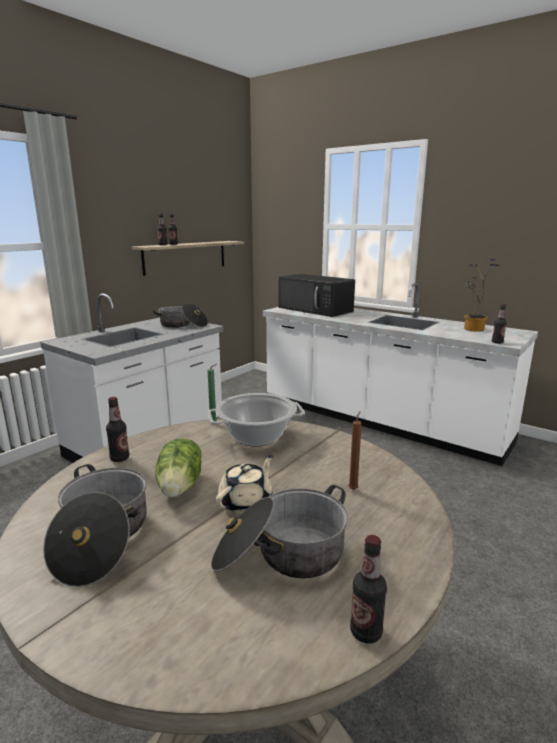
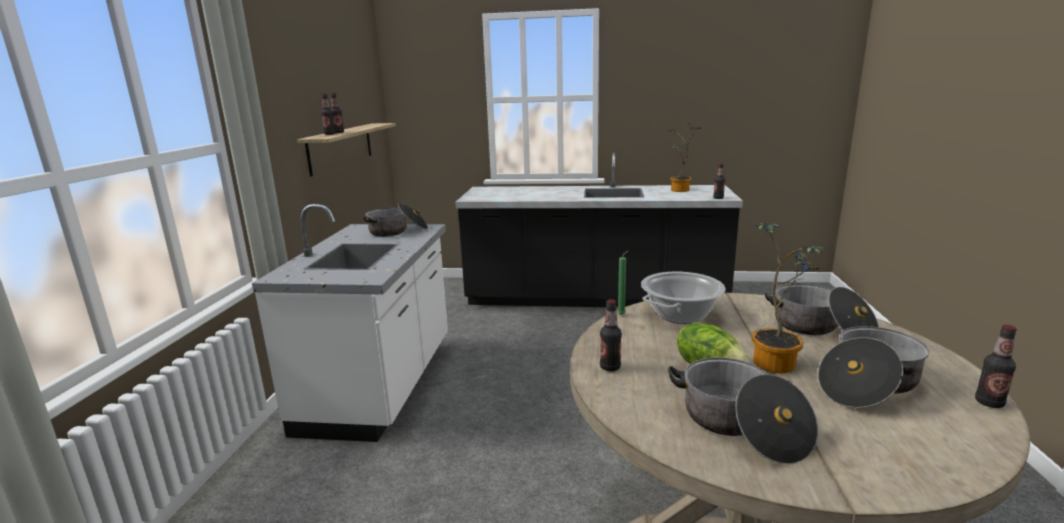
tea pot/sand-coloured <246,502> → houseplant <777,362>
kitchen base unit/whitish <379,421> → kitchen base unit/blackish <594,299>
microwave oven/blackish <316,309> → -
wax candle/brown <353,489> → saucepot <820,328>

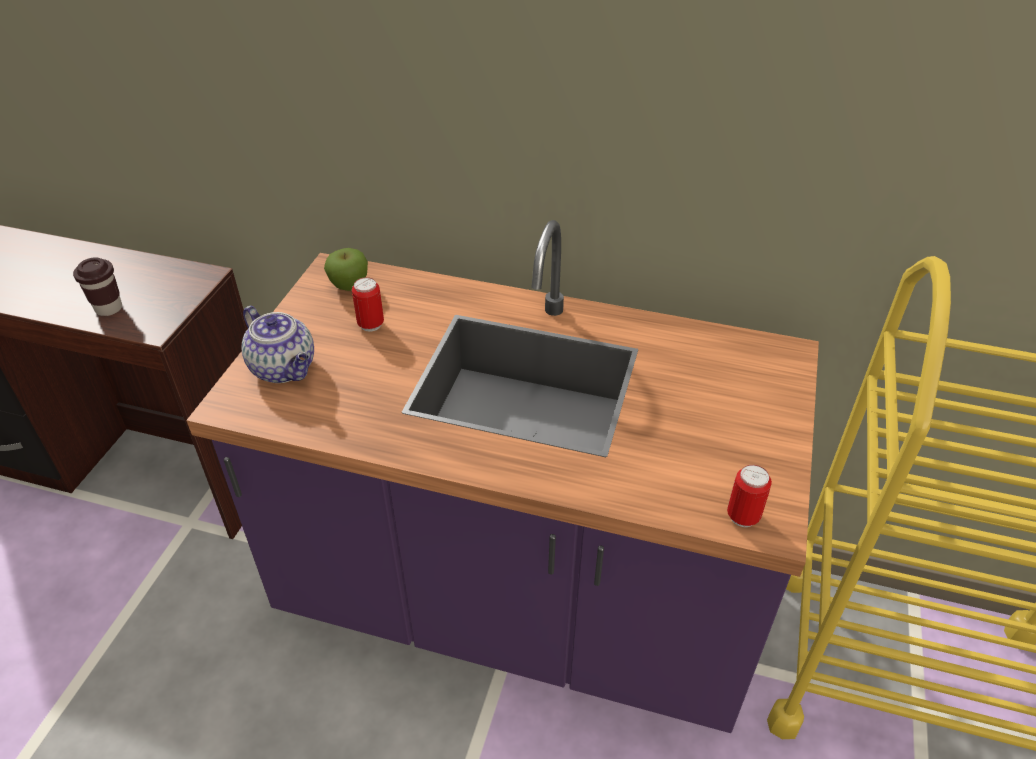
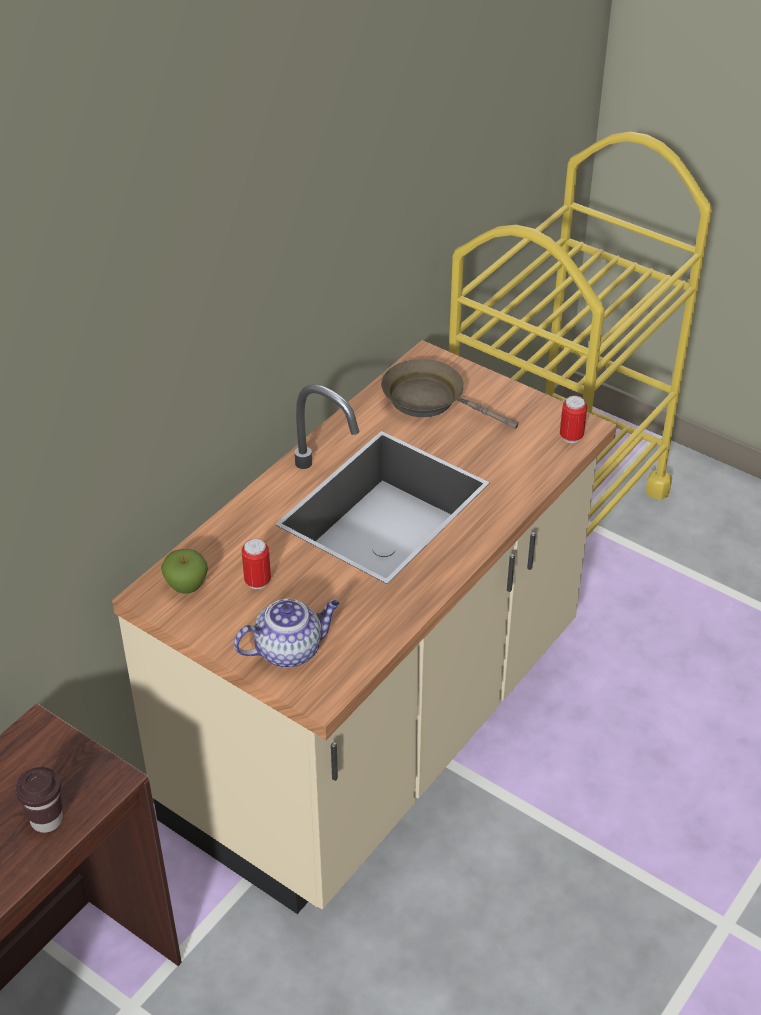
kitchen base unit/purple-coloured <518,601> → kitchen base unit/sand-coloured <380,728>
- → pan/brown <430,400>

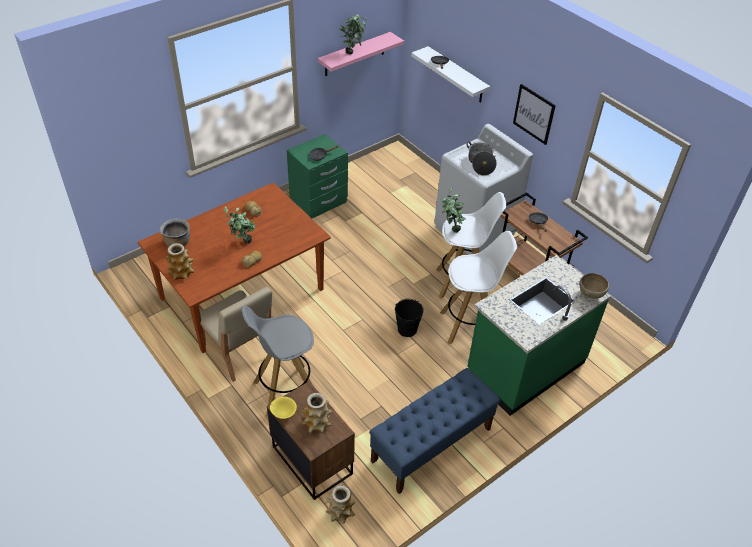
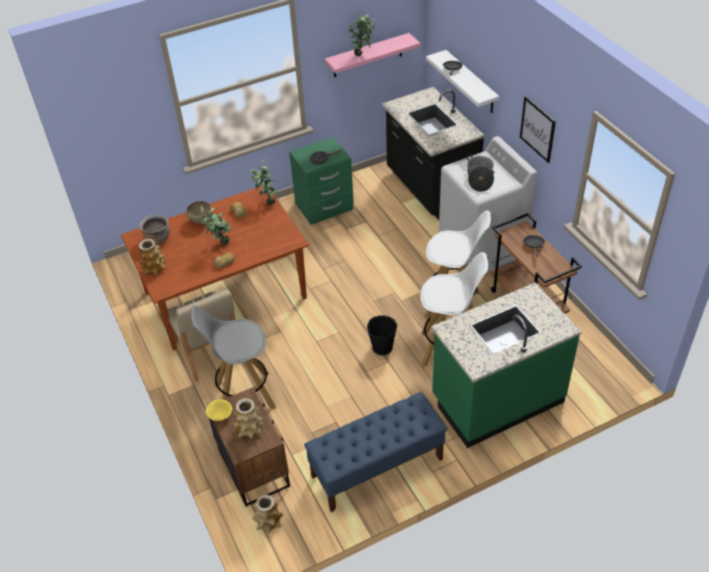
houseplant <450,229> → houseplant <266,201>, move
deep dish/brown <591,294> → deep dish/brown <201,220>, move
- → kitchen base unit/blackish <430,189>

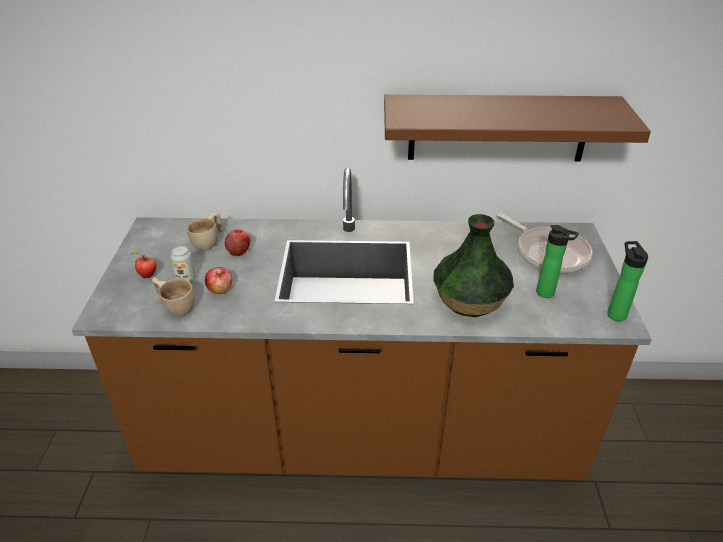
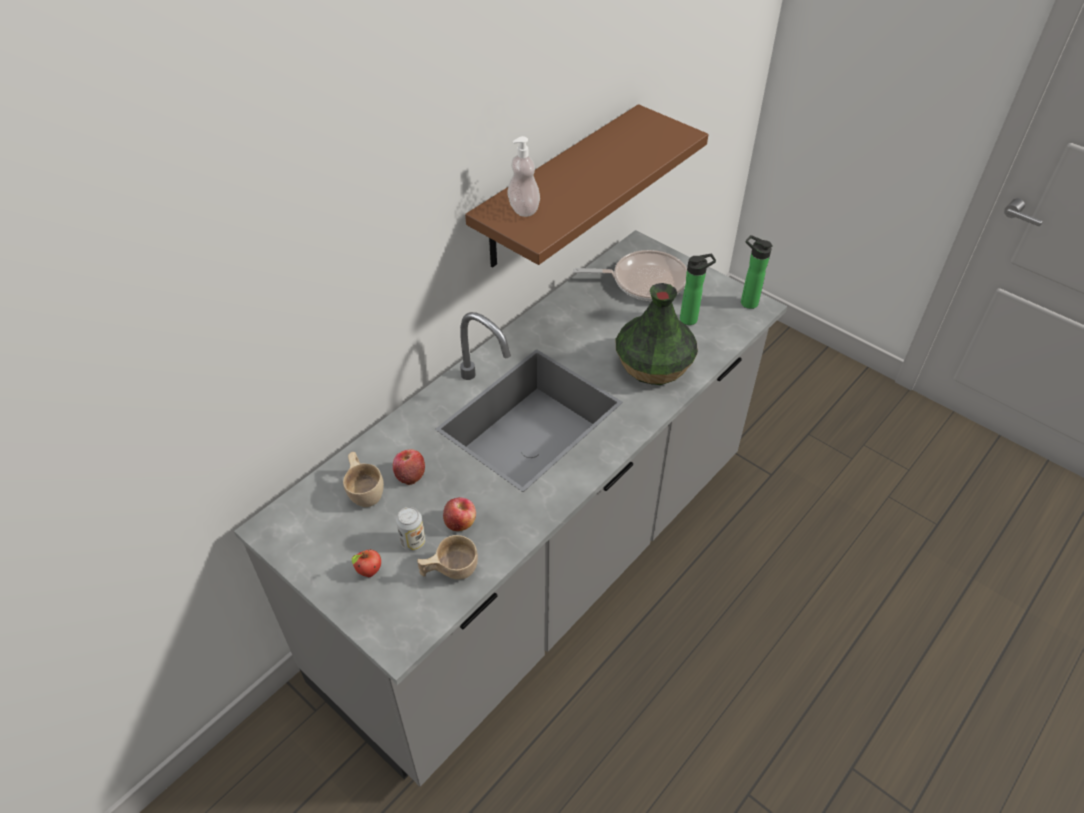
kitchen base unit/brown <361,434> → kitchen base unit/greyish <542,568>
- → soap dispenser <524,209>

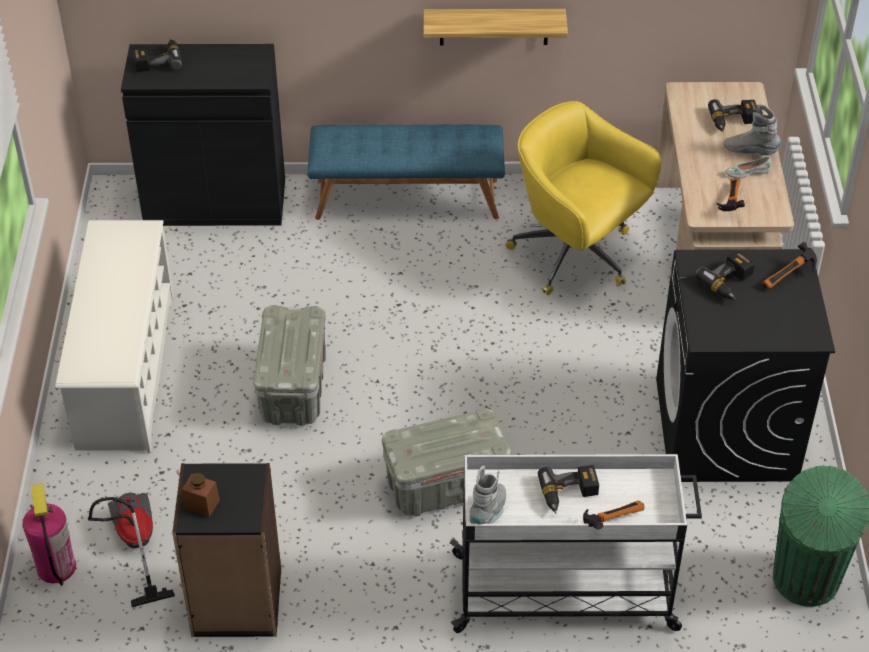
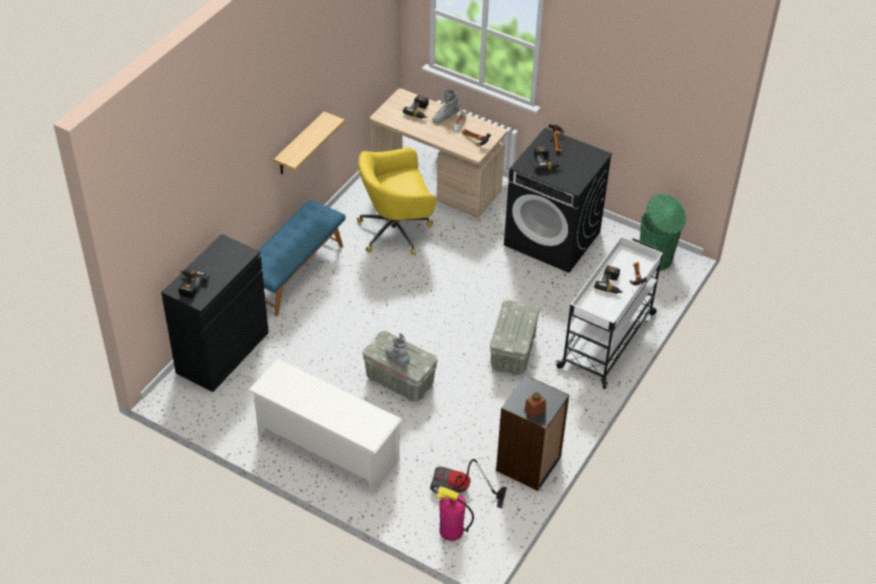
tall boot/greyish <489,512> → tall boot/greyish <397,359>, move

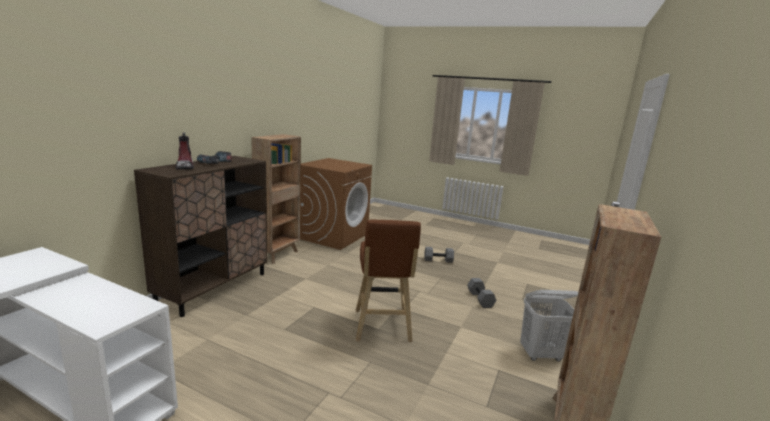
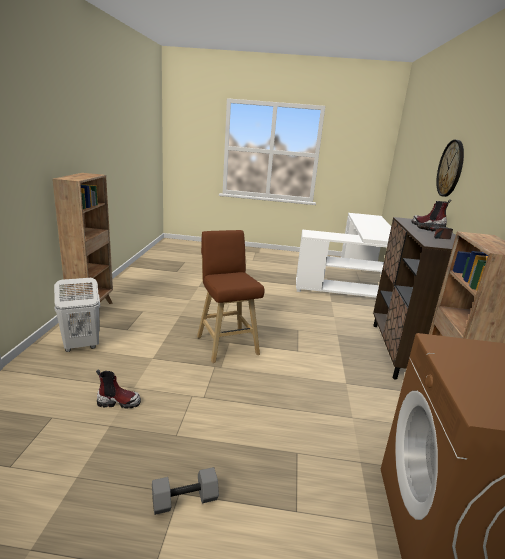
hand weight/greyish <480,299> → tall boot <119,402>
- → wall clock <450,168>

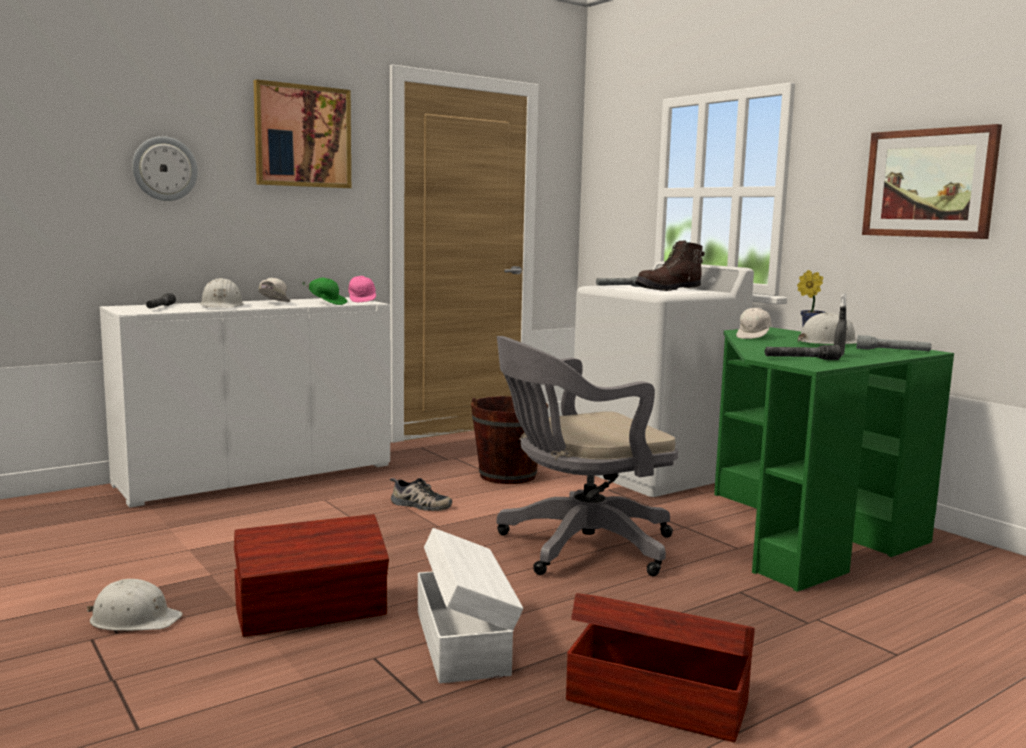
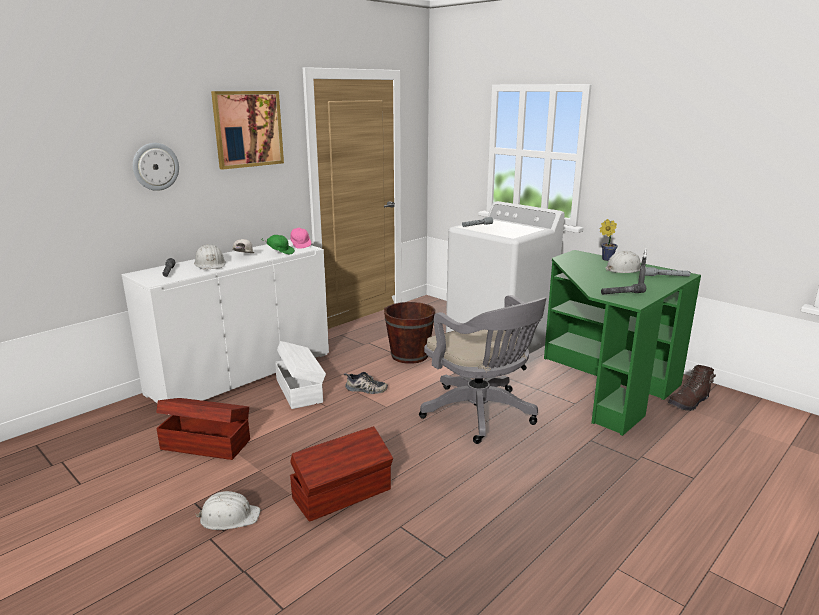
storage container/whitish <463,641> → storage container/whitish <300,390>, move
computer chair/greyish <578,547> → computer chair/greyish <481,415>, 90 degrees counterclockwise
storage container/brown <656,699> → storage container/brown <205,443>, move
tall boot/brown <669,289> → tall boot/brown <689,403>, move
baseball cap/whitish <754,337> → -
wall picture <929,183> → -

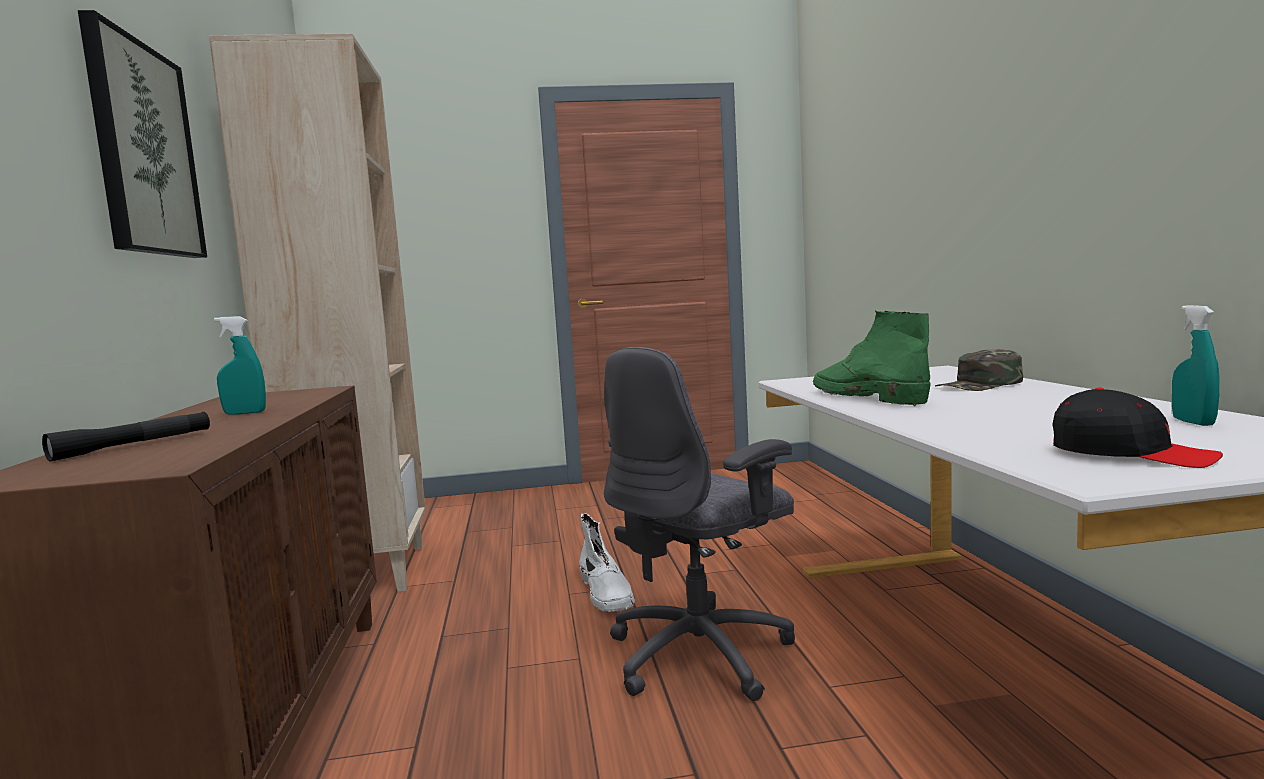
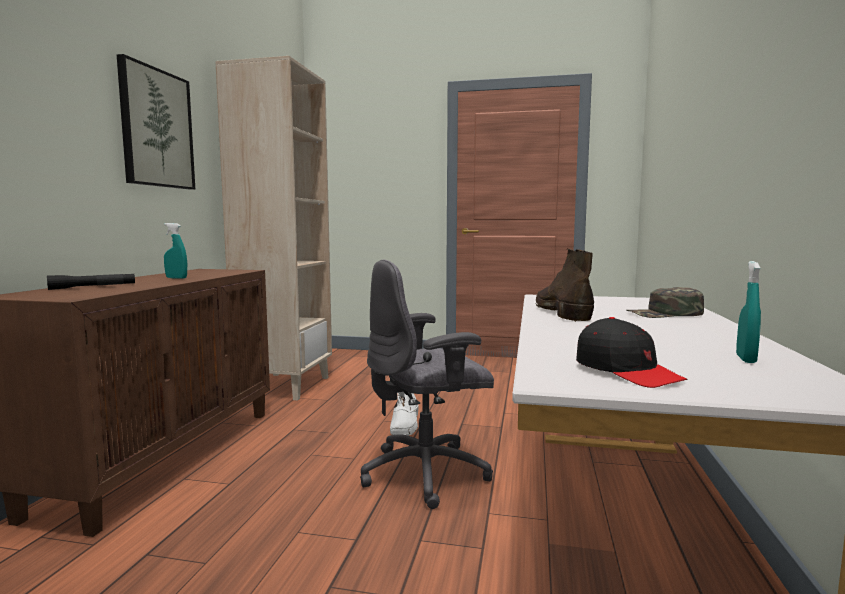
tall boot/greenish <866,397> → tall boot/brown <561,312>

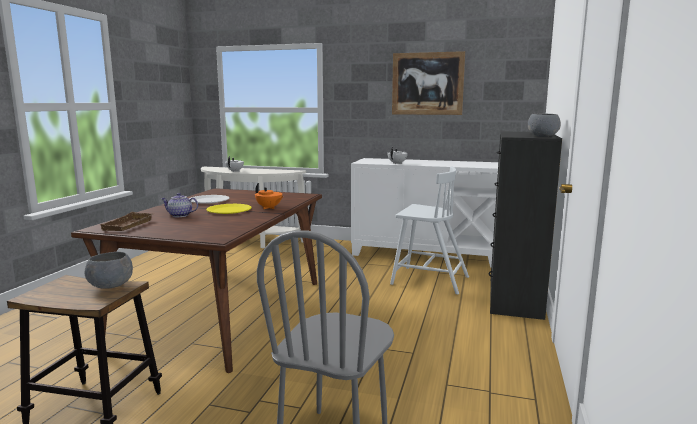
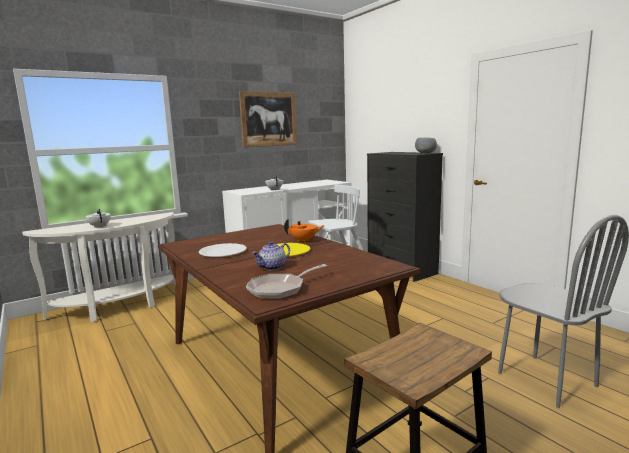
deep dish/greyish <111,285> → -
tray/brown <129,226> → pan <280,289>

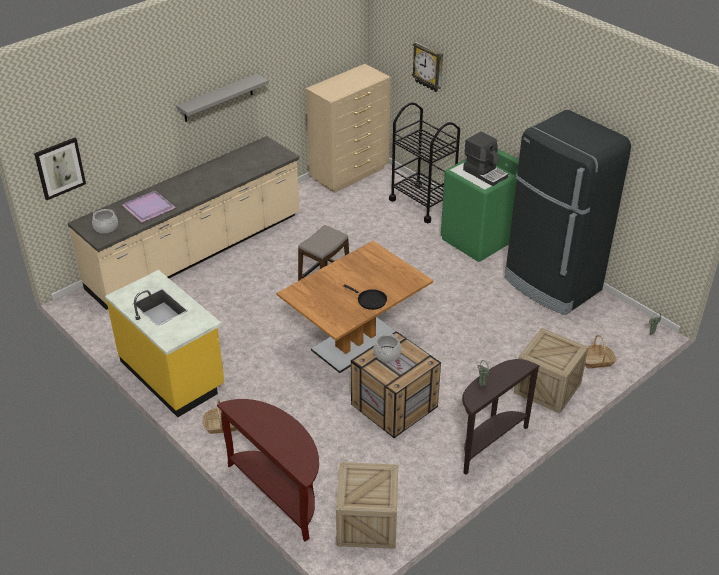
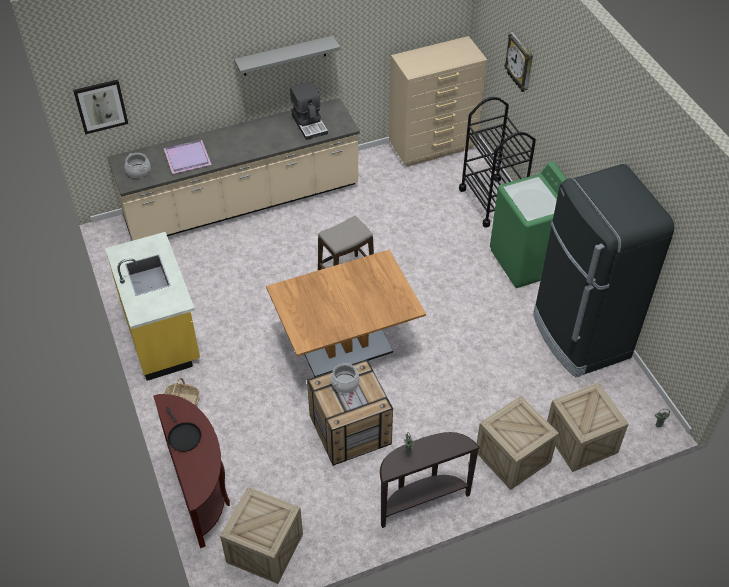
pan/blackish <370,300> → pan/blackish <183,436>, move
coffee maker <485,173> → coffee maker <310,124>, move
basket <596,361> → packing crate <581,441>

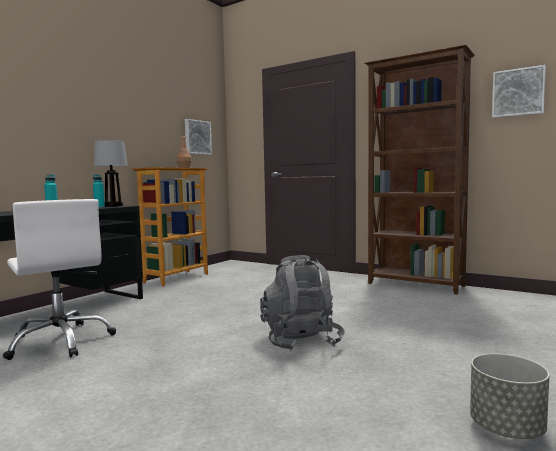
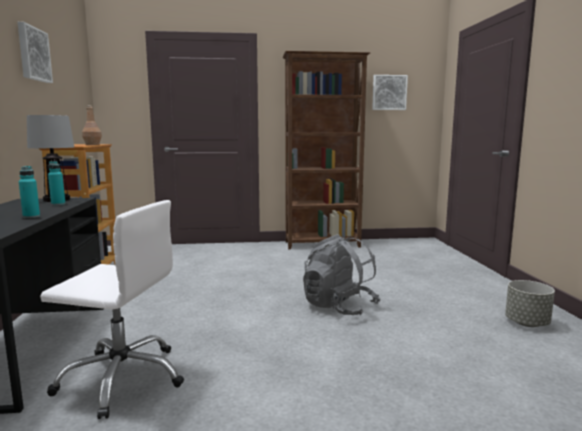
wall picture <197,137> → wall picture <33,54>, move

